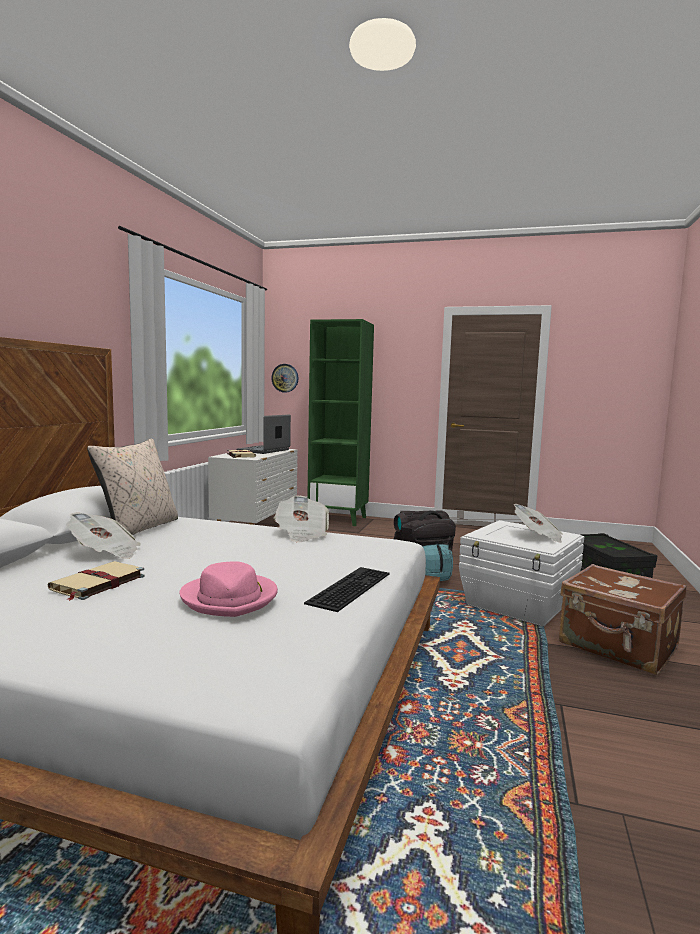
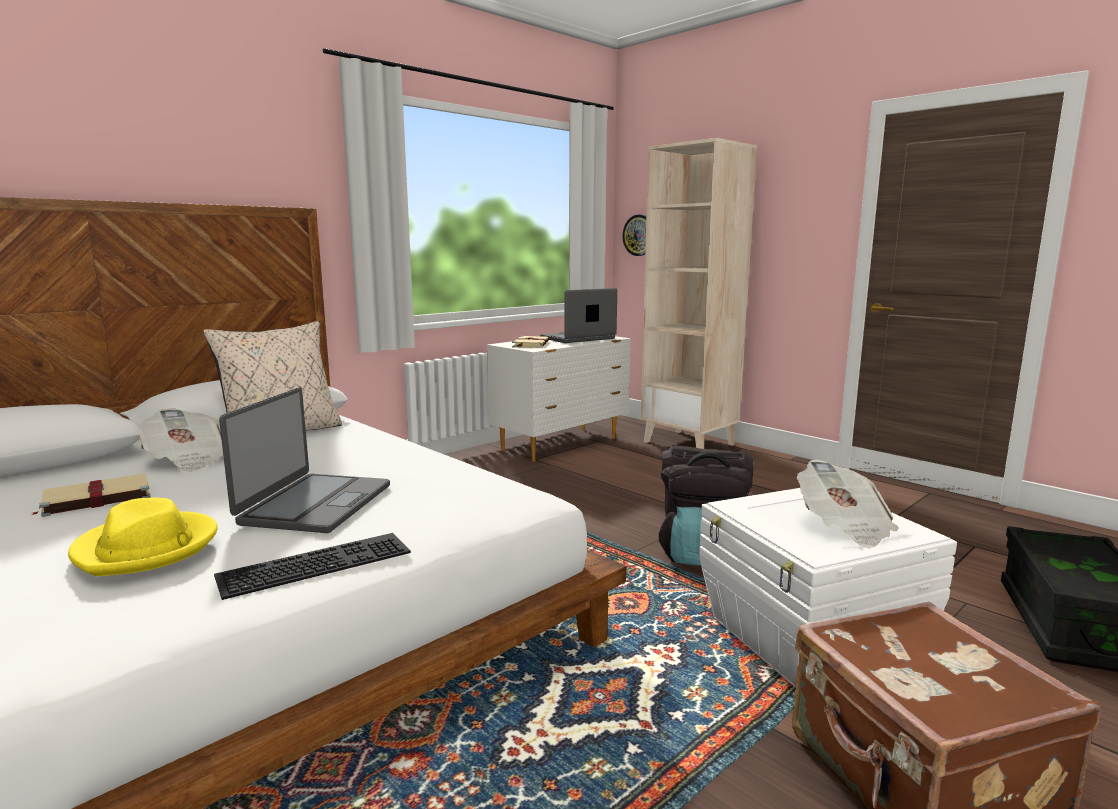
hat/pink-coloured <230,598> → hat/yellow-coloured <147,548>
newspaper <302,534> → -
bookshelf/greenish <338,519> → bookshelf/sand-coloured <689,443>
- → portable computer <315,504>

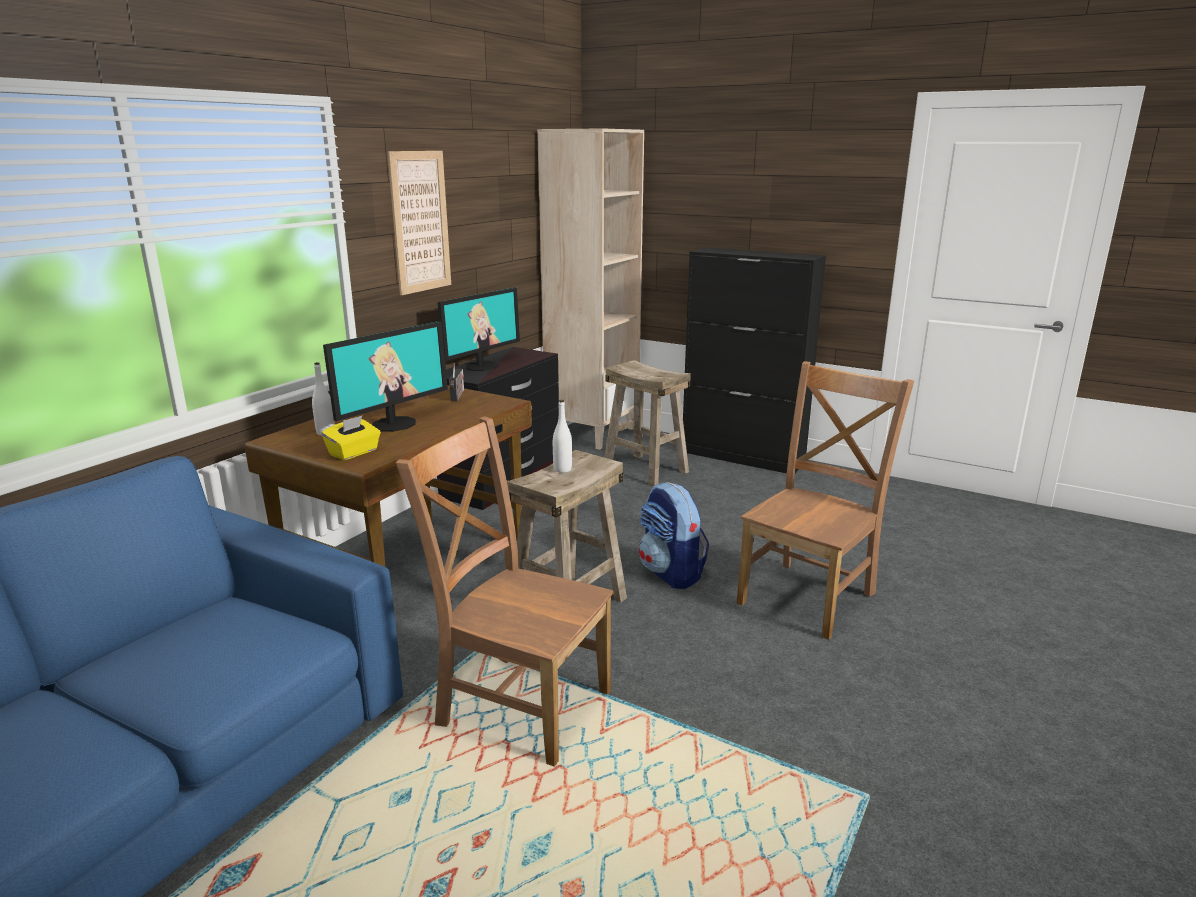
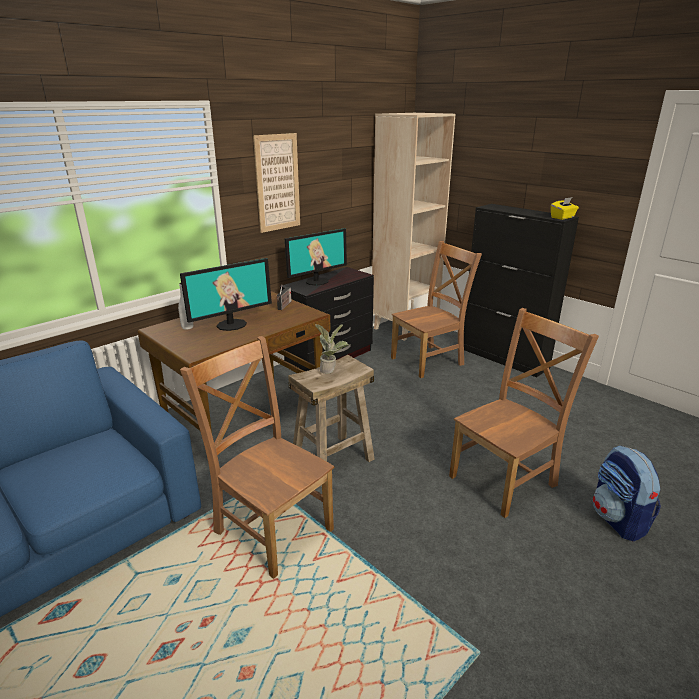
tissue holder/yellow-coloured <354,453> → tissue holder/yellow-coloured <562,217>, move
beverage bottle/whitish <562,469> → houseplant <331,369>
sitting stool/sand-coloured <646,470> → chair/brown <429,360>
backpack <671,573> → backpack <618,520>, move

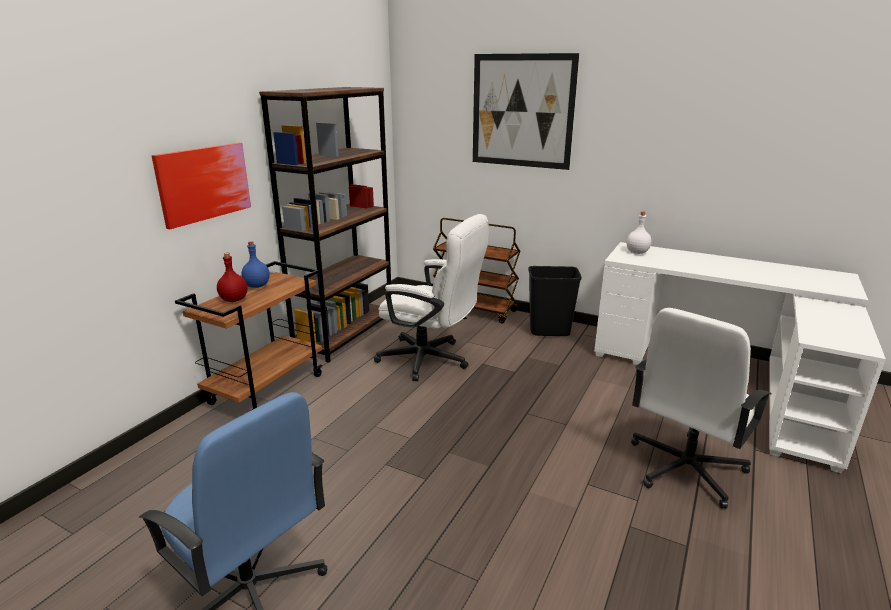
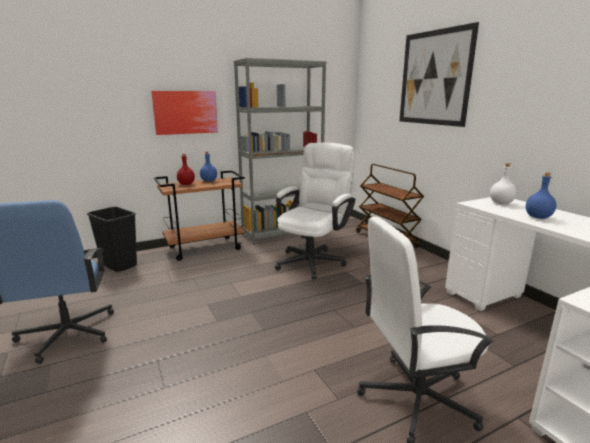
bookshelf/brown <345,334> → bookshelf/greyish <282,233>
computer chair/whitish <431,360> → computer chair/whitish <313,260>, 120 degrees counterclockwise
rubbish bin/blackish <549,331> → rubbish bin/blackish <120,265>, move
- → beverage bottle/blue <538,217>

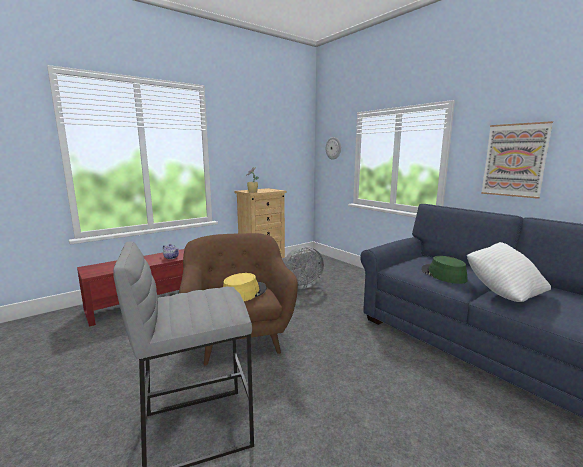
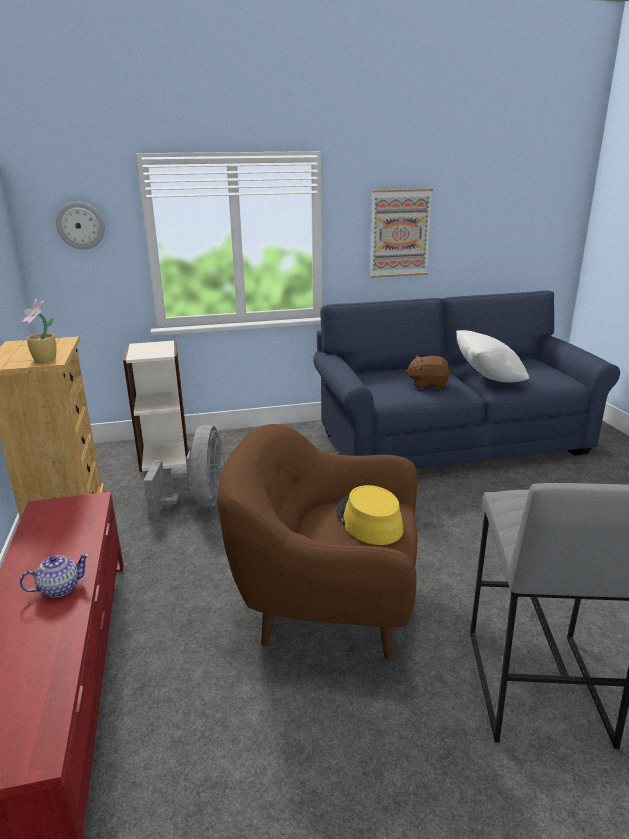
hat/greenish <443,274> → cuddly toy/brown <428,384>
- → bookshelf <164,456>

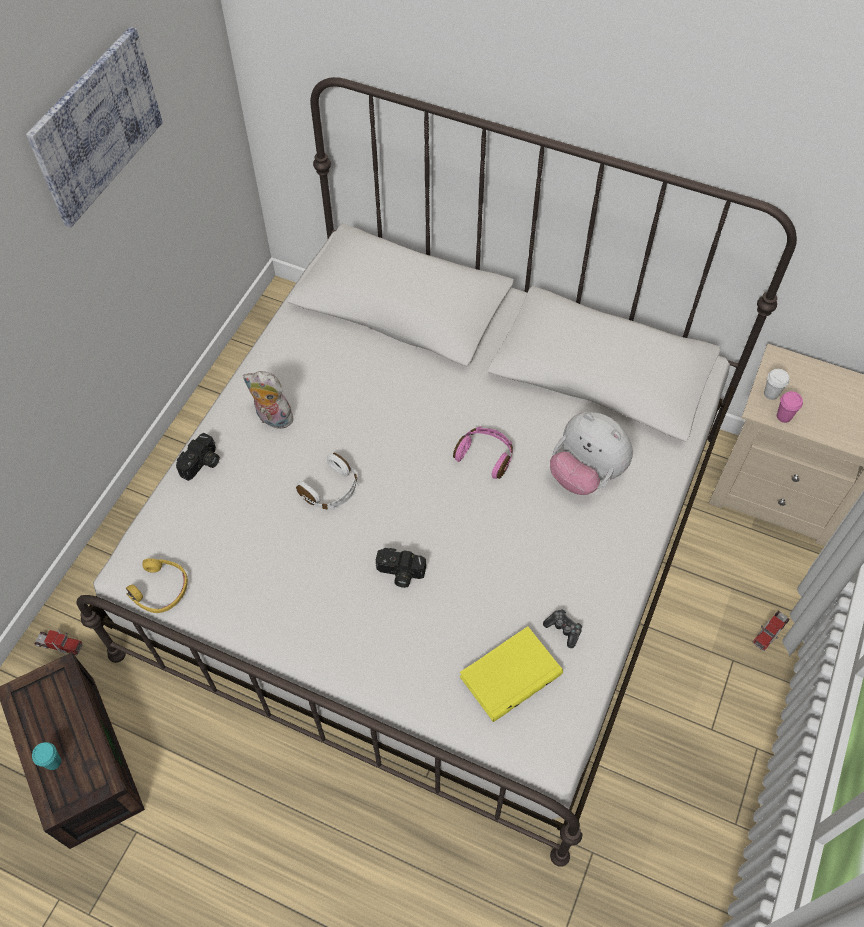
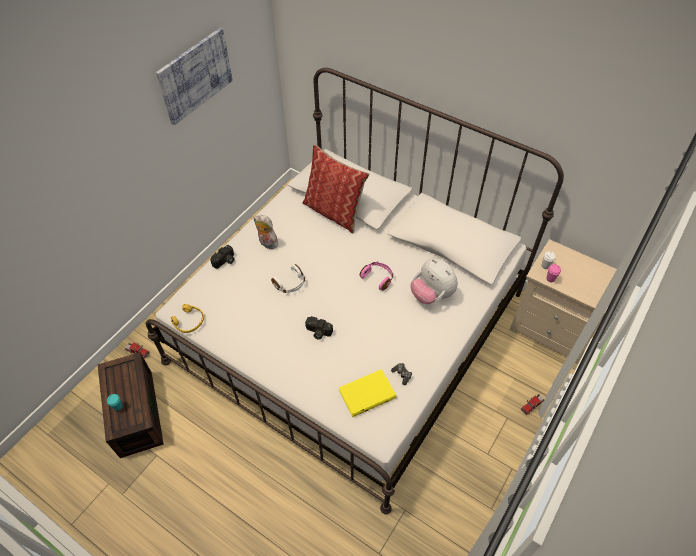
- → throw pillow <334,212>

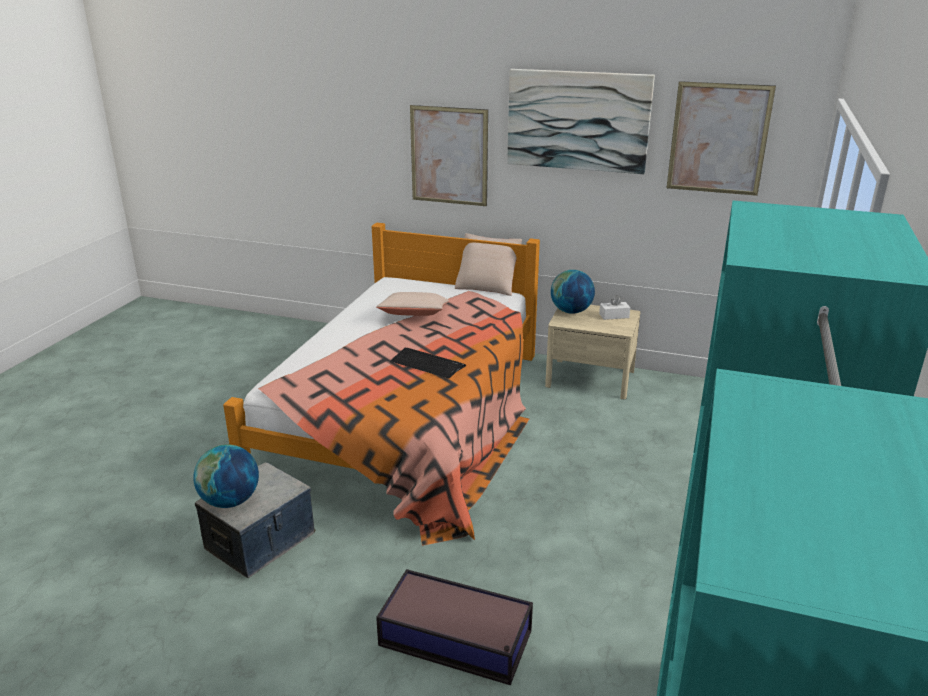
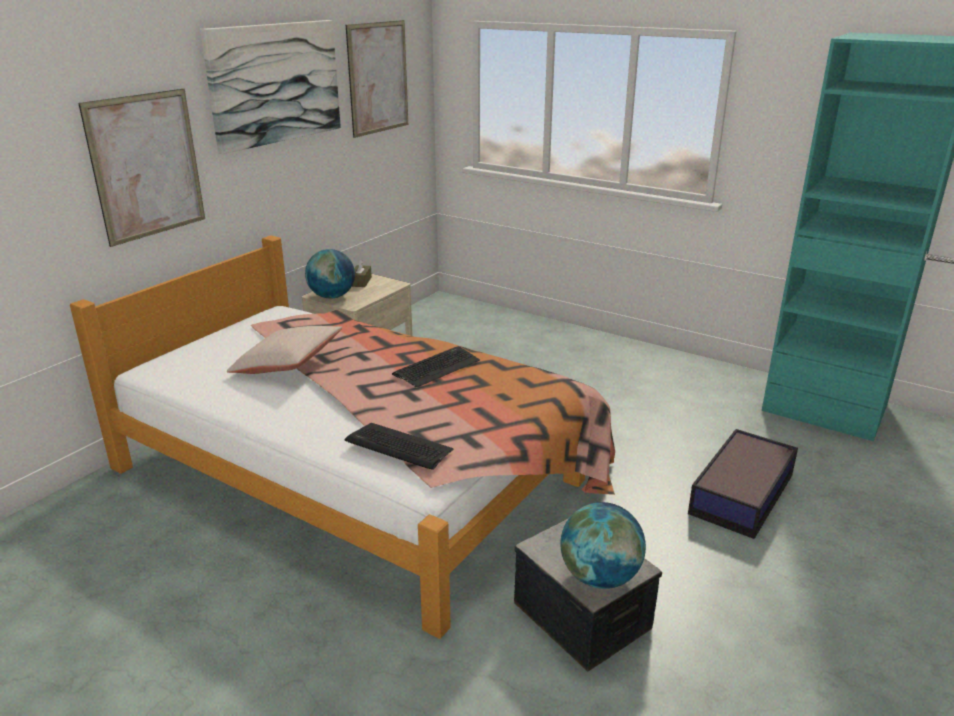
throw pillow/sand-coloured <487,286> → -
tissue holder/whitish <614,316> → tissue holder/brown <361,282>
- → PC keyboard <398,447>

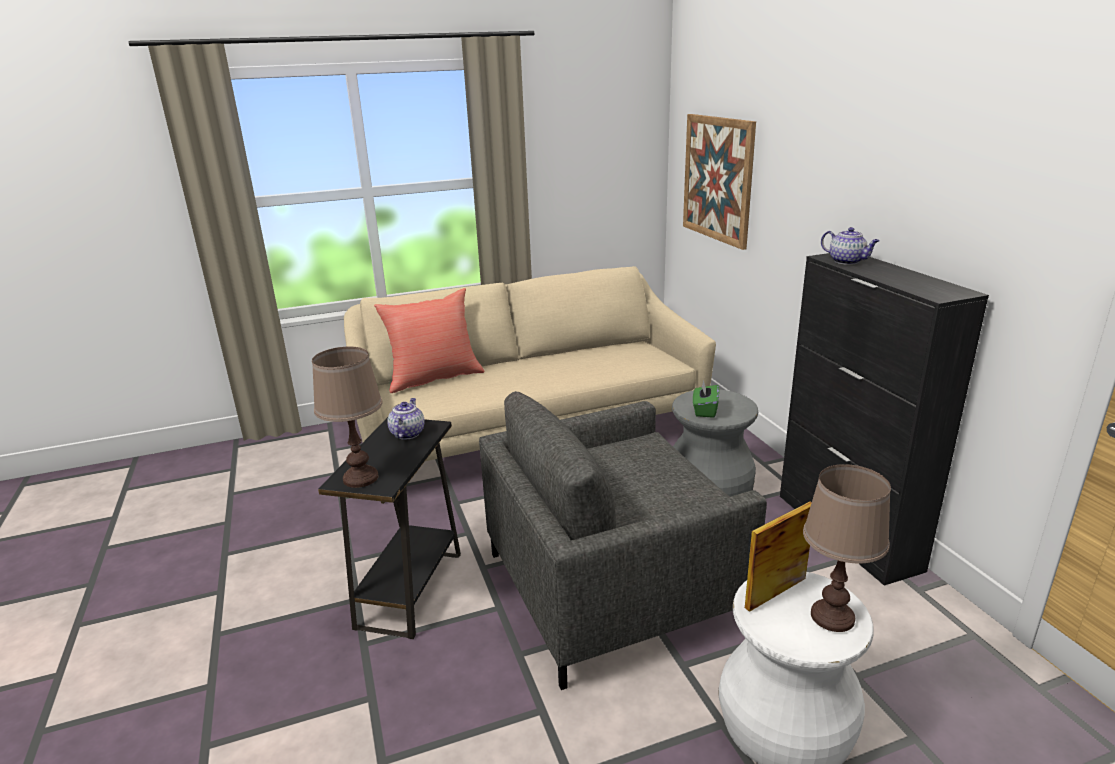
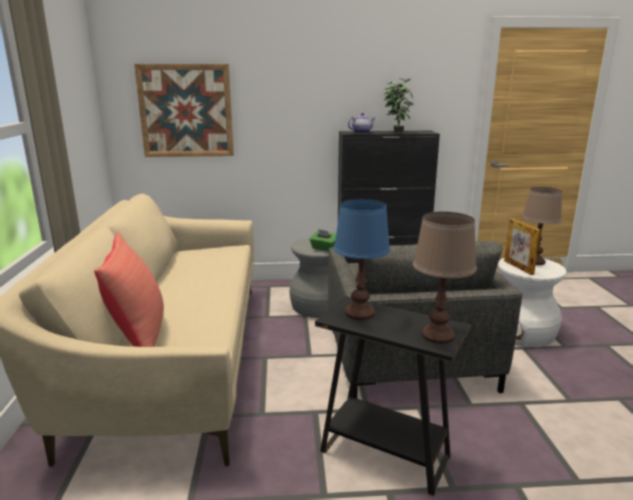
tea pot <407,433> → table lamp/blue <359,313>
- → houseplant <396,132>

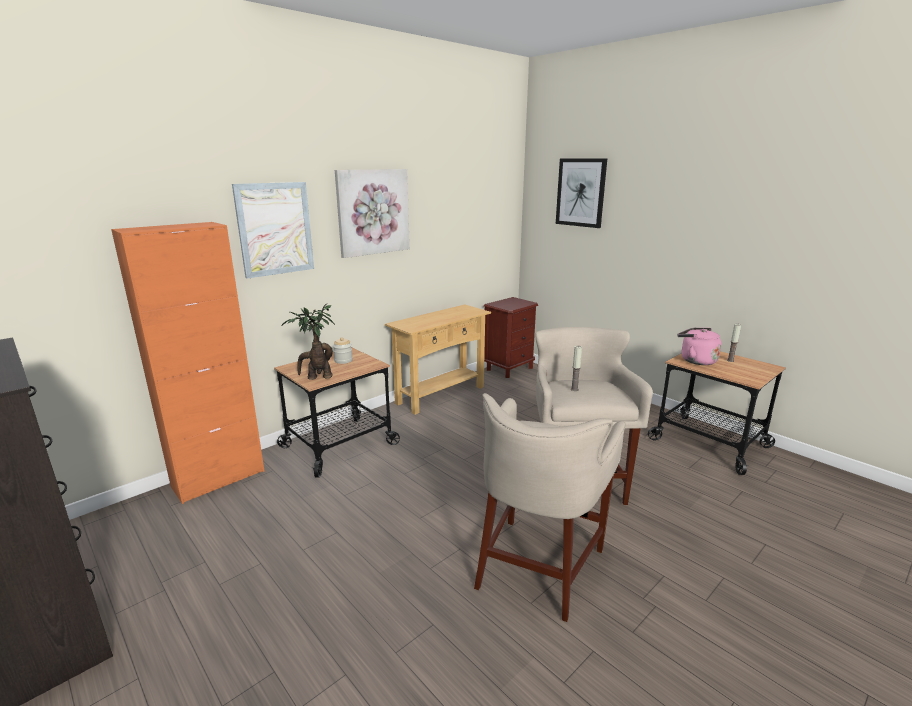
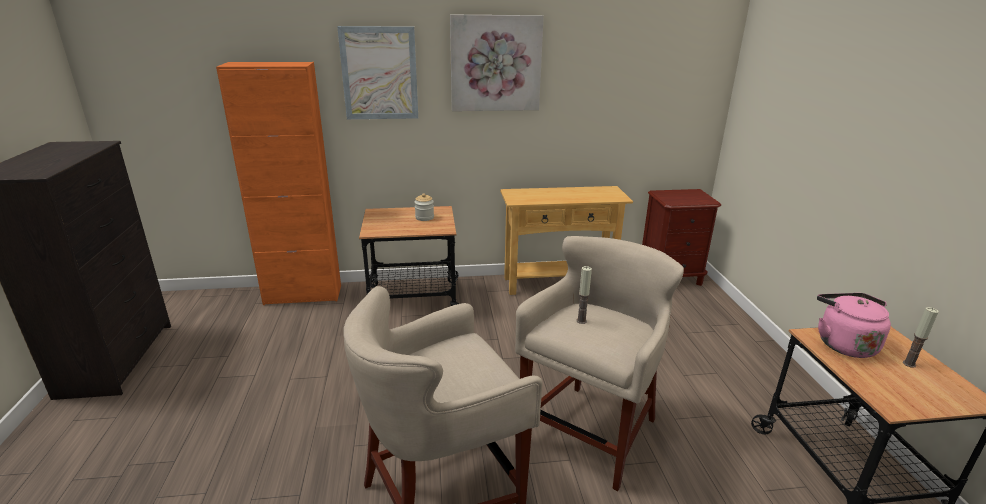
houseplant <317,377> → -
wall picture <581,192> → -

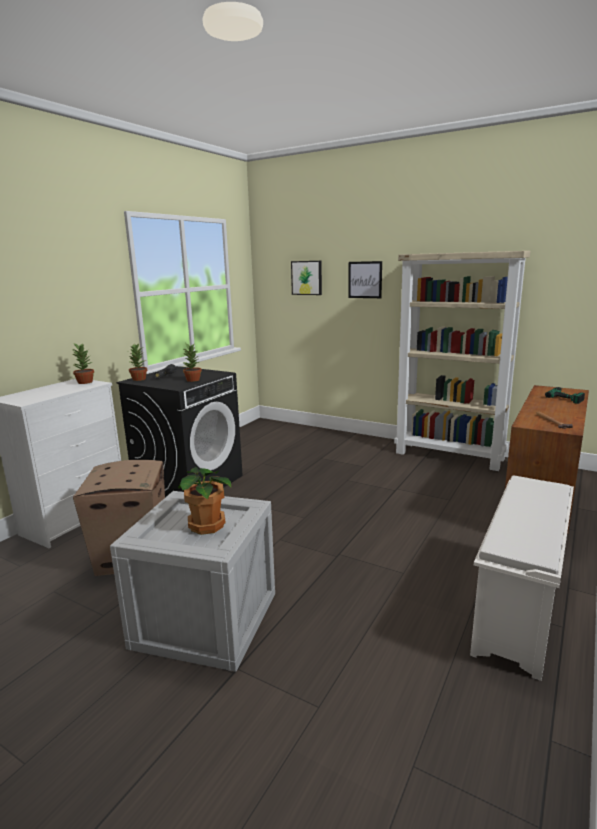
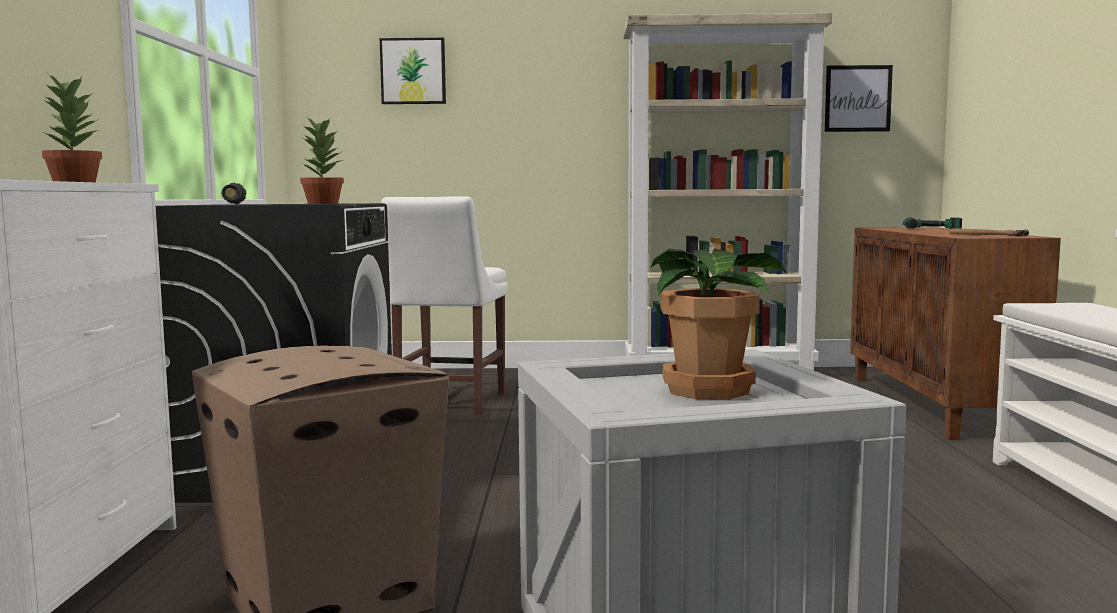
houseplant <139,379> → -
wall picture <365,279> → wall picture <858,98>, move
- → chair/whitish <448,403>

